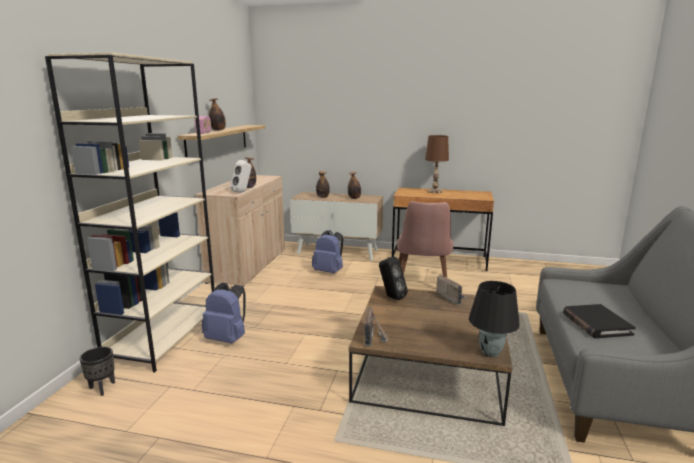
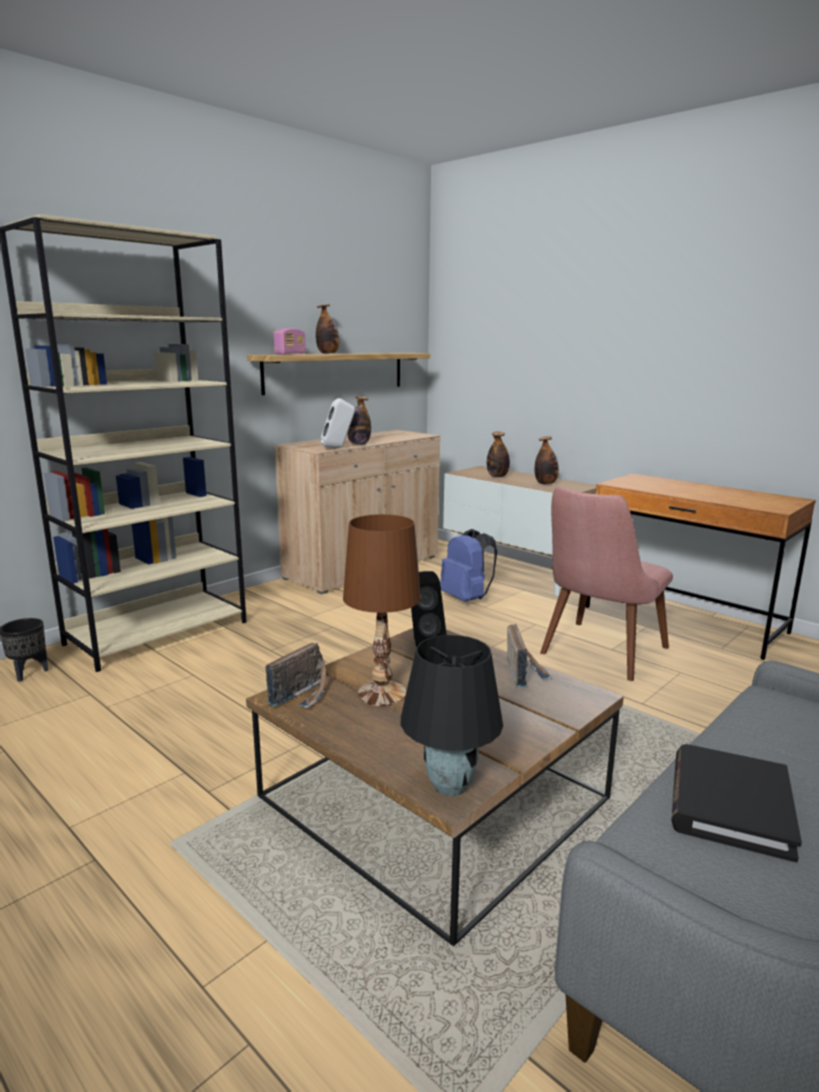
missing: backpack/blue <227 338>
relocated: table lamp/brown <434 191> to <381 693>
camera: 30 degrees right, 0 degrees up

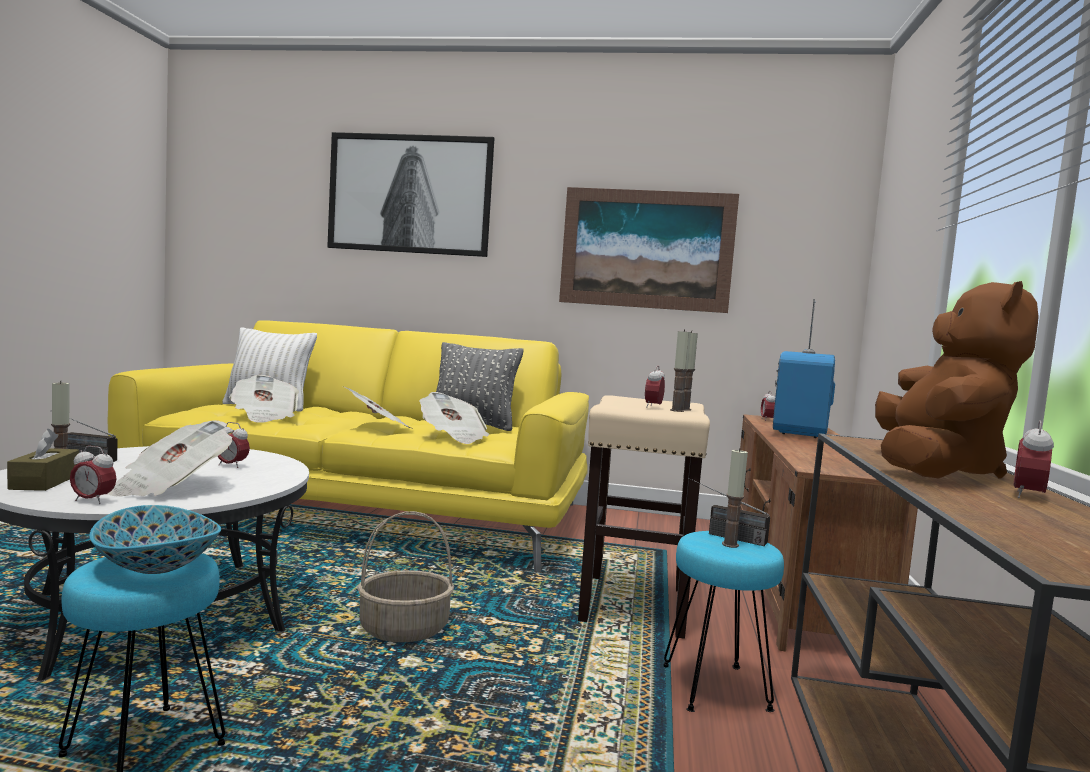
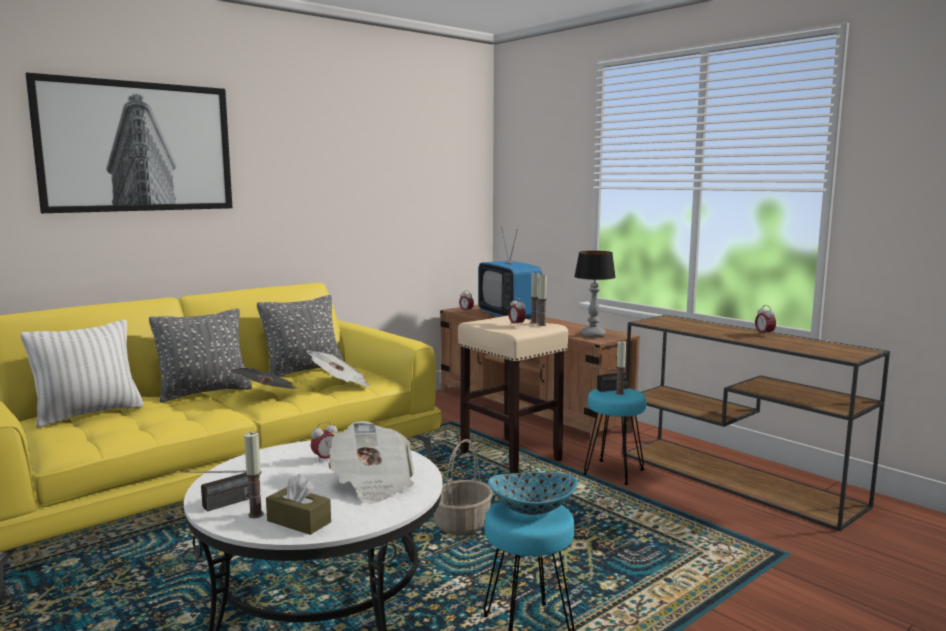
missing: picture <646 249>; plush toy/brown <935 469>; newspaper <264 417>; alarm clock <92 501>
appeared: table lamp <593 335>; pillow/grey <204 392>
camera: 50 degrees left, 5 degrees up

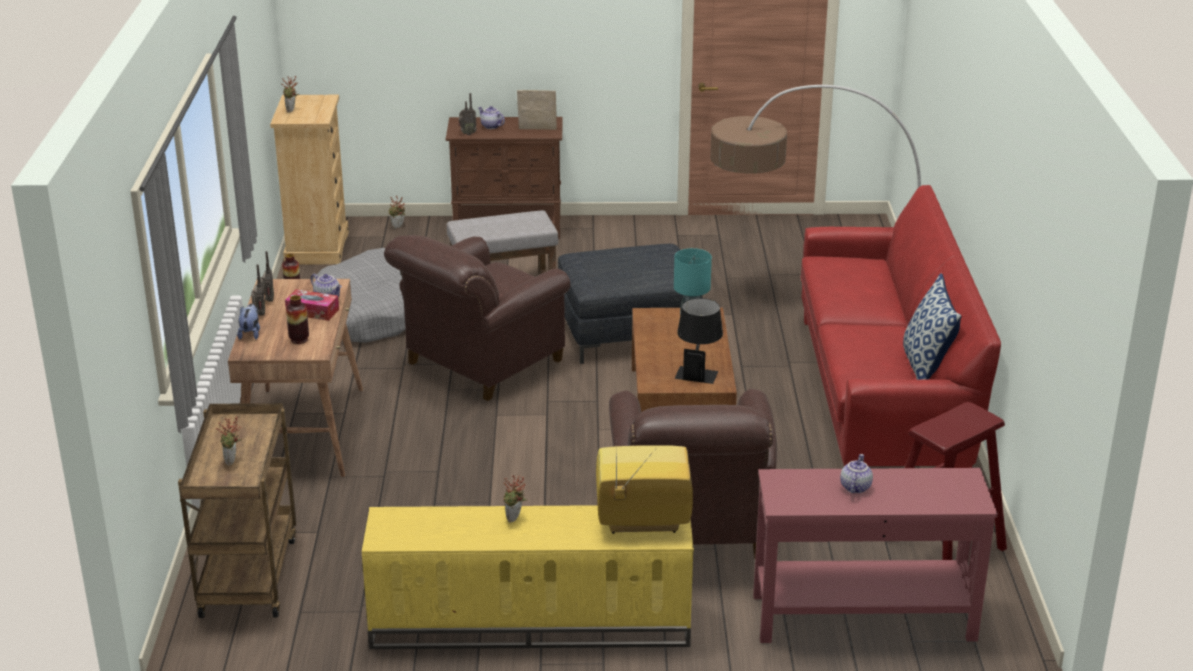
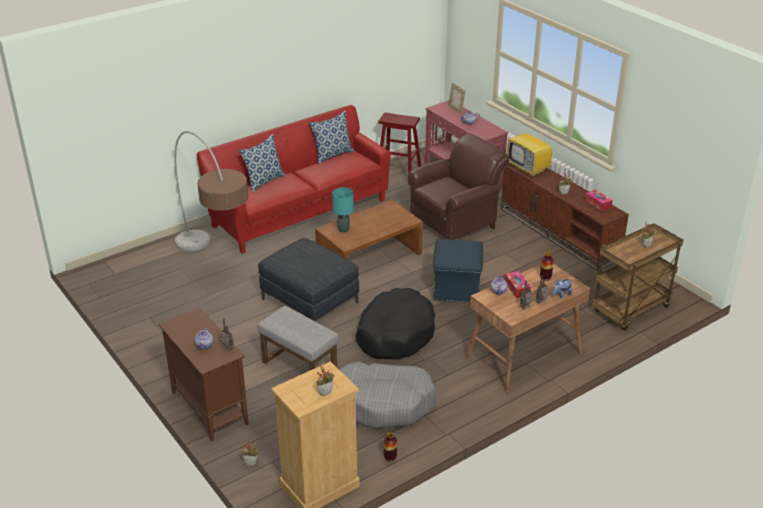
missing: table lamp/black <698 370>
appeared: pillow <264 181>; tissue box <598 203>; ottoman/blue <456 289>
relocated: picture frame <537 130> to <456 109>
exchanged: armchair/brown <479 364> to dog bed/black <395 333>
colour: tv stand/yellow <528 625> to tv stand/brown <559 233>
camera: 125 degrees left, 5 degrees up

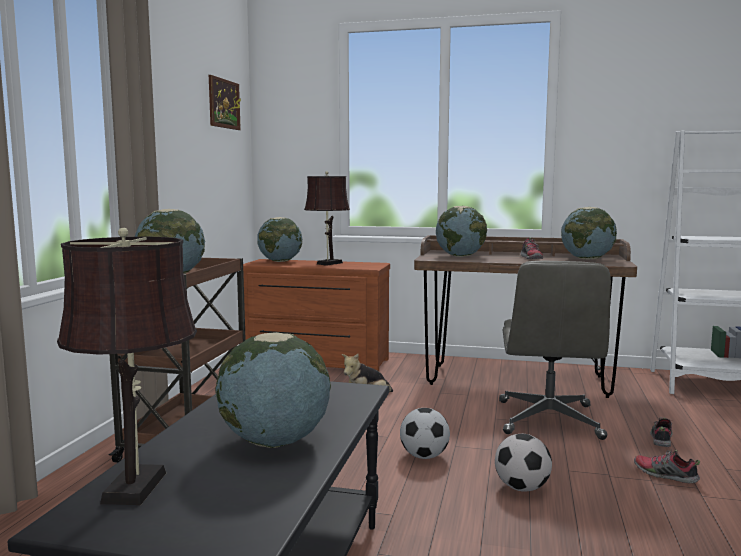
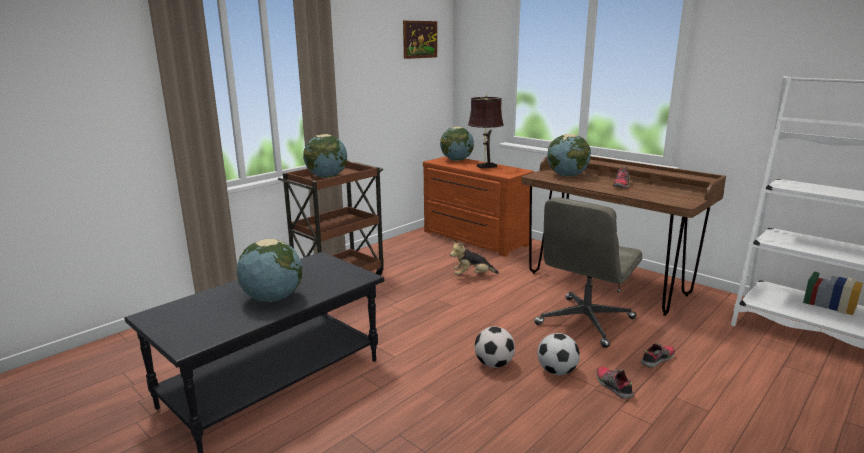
missing: globe <587 259>; table lamp/brown <138 484>
relocated: football <424 456> to <557 371>
camera: 30 degrees right, 10 degrees up

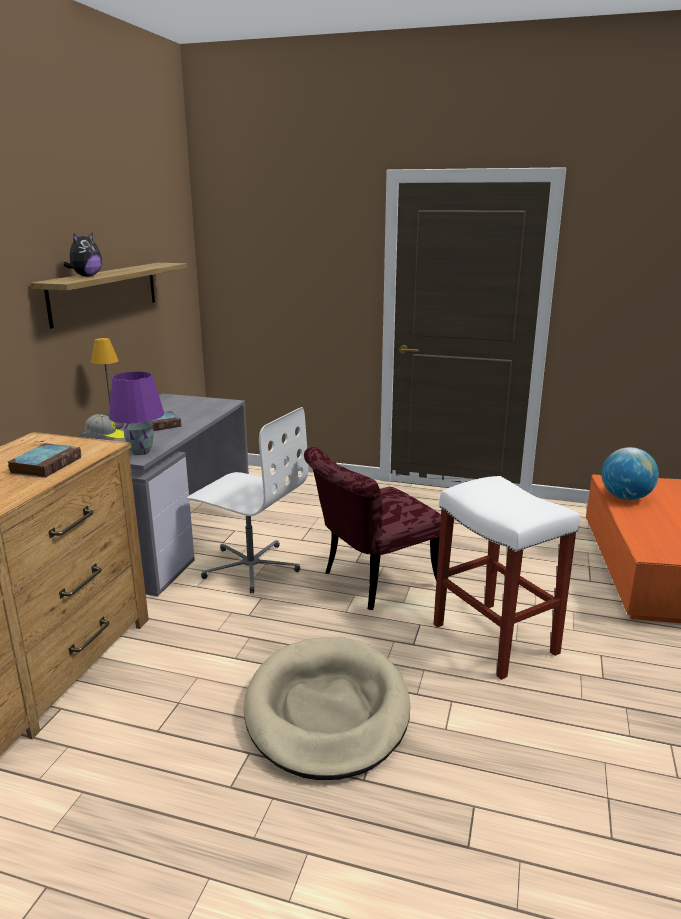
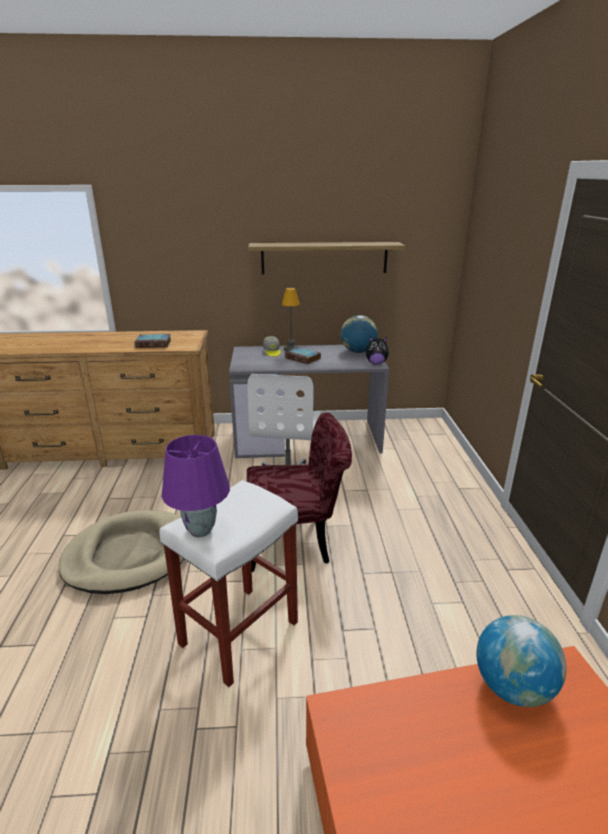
appeared: globe <358 351>
relocated: plush toy <86 276> to <376 363>; table lamp/purple <140 452> to <199 530>
spun: chair/red <371 582> = <297 540> 135 degrees clockwise
camera: 70 degrees right, 5 degrees up

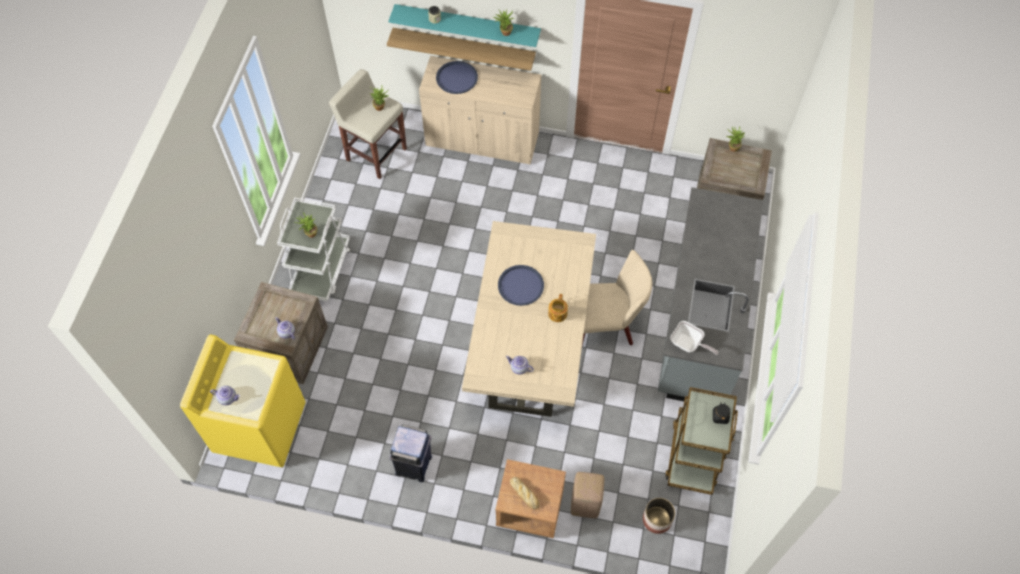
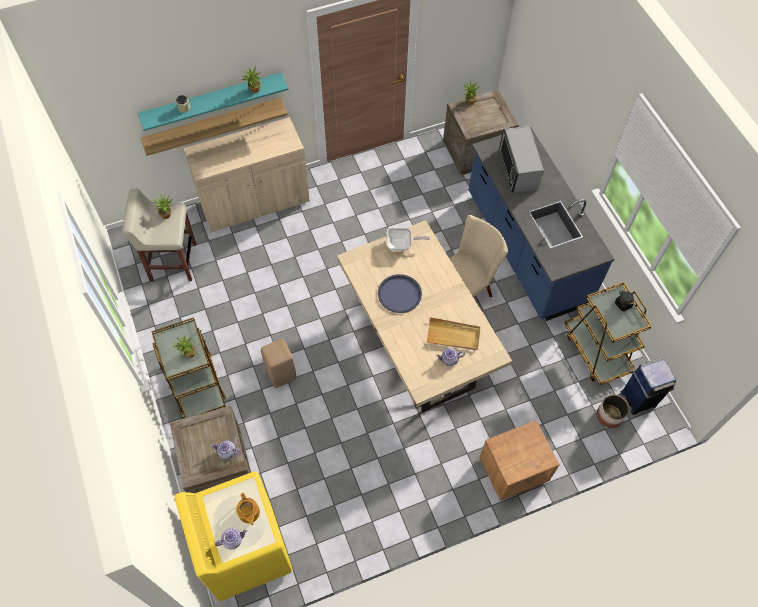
missing: tray/blue <456 78>; bread <525 494>
appeared: microwave <518 169>; tray/beige <453 335>
relocated: teapot <557 314> to <249 513>; frying pan <688 344> to <402 245>; trash can/blue <414 465> to <639 399>; stool/beige <585 505> to <282 374>
colour: counter/grey <699 320> to counter/blue <525 248>; cart/white <321 269> to cart/brown <197 385>
camera: 35 degrees left, 0 degrees up

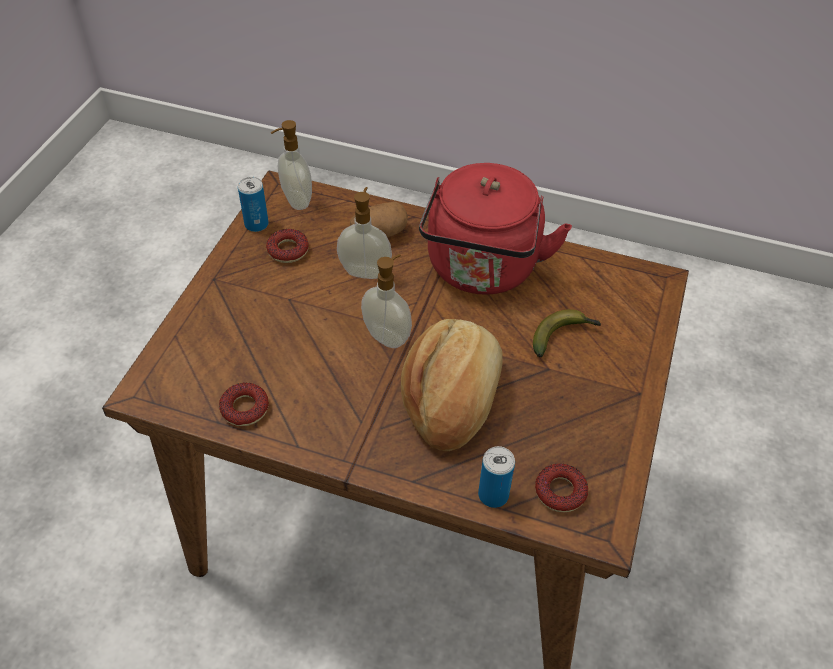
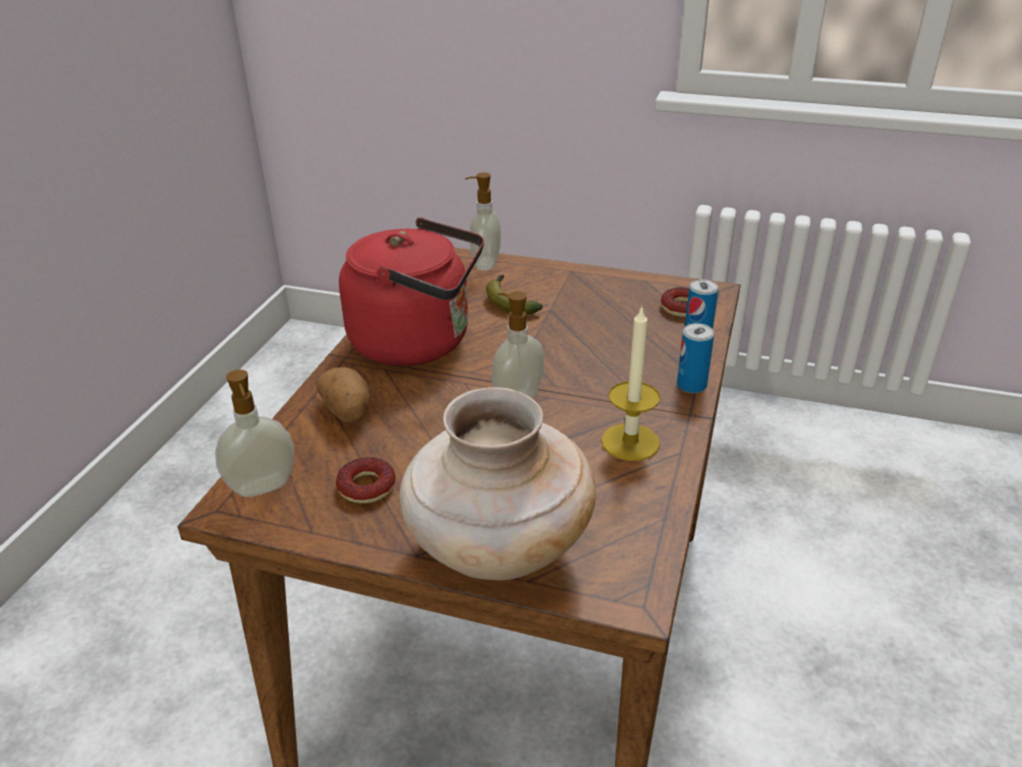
missing: bread <453 398>; donut <245 408>
appeared: candle <630 442>; vase/beige <497 549>
relocated: can <256 224> to <691 385>; soap dispenser <365 271> to <484 264>
camera: 90 degrees left, 15 degrees down

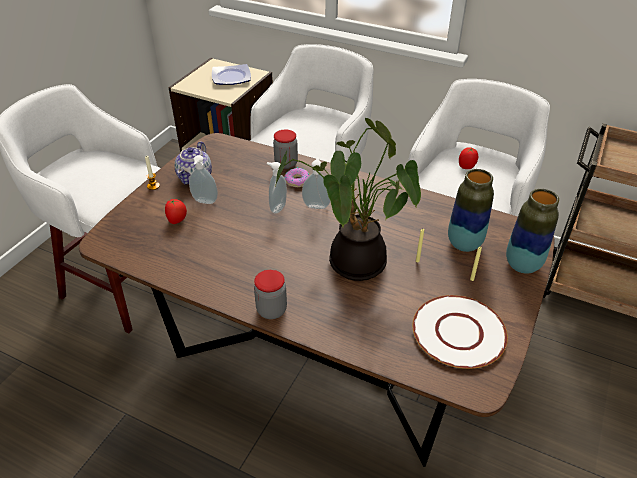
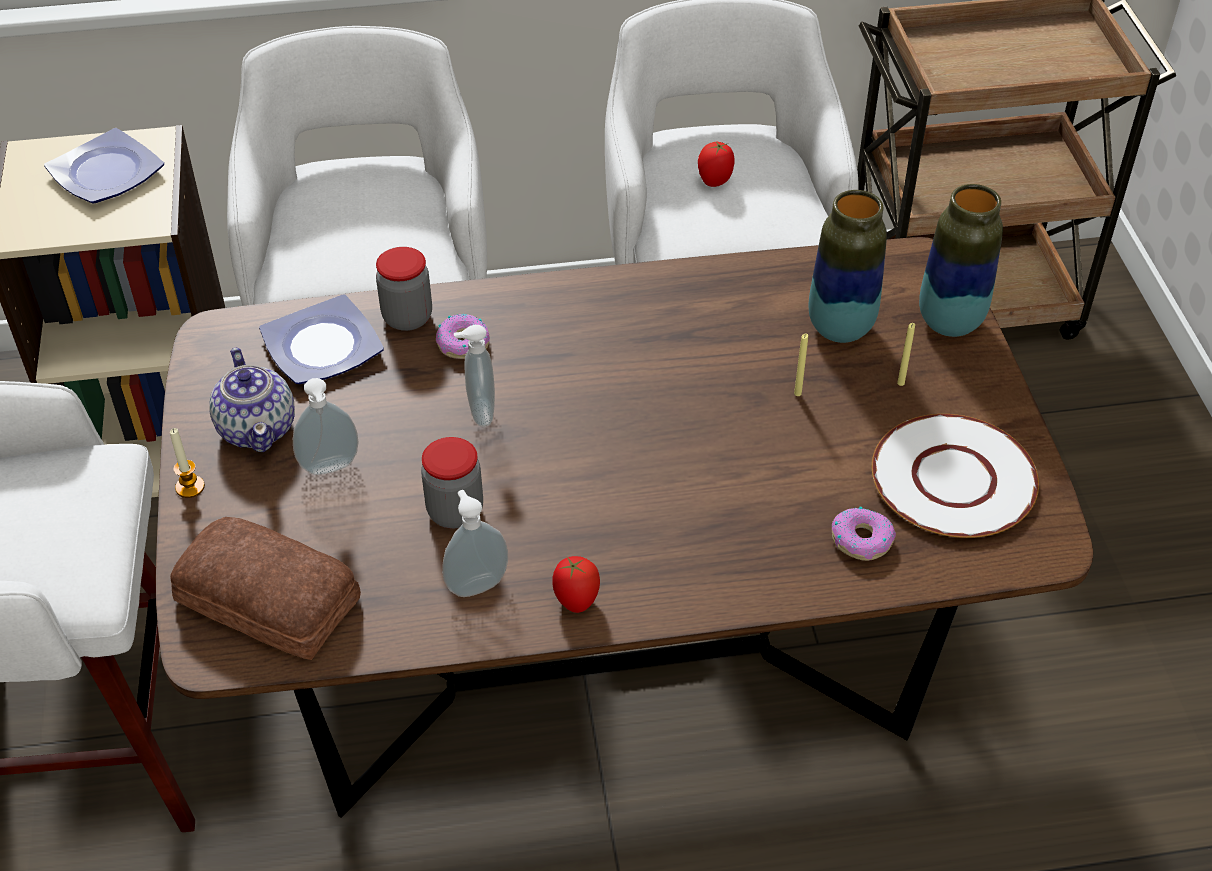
missing: potted plant <352 264>
appeared: plate <321 349>; donut <861 539>; bread <268 603>
relocated: soap dispenser <316 205> to <476 583>; tomato <177 221> to <576 600>; jar <271 310> to <455 512>
camera: 35 degrees left, 5 degrees up

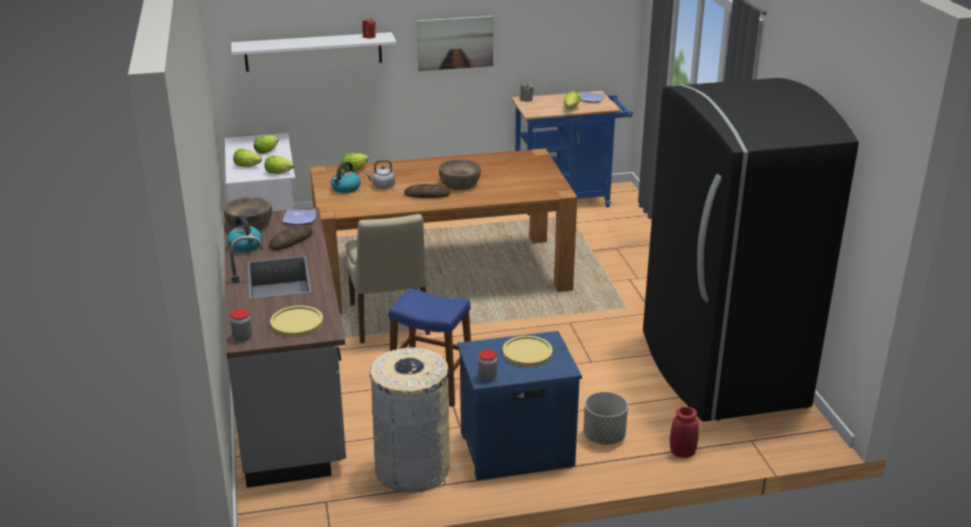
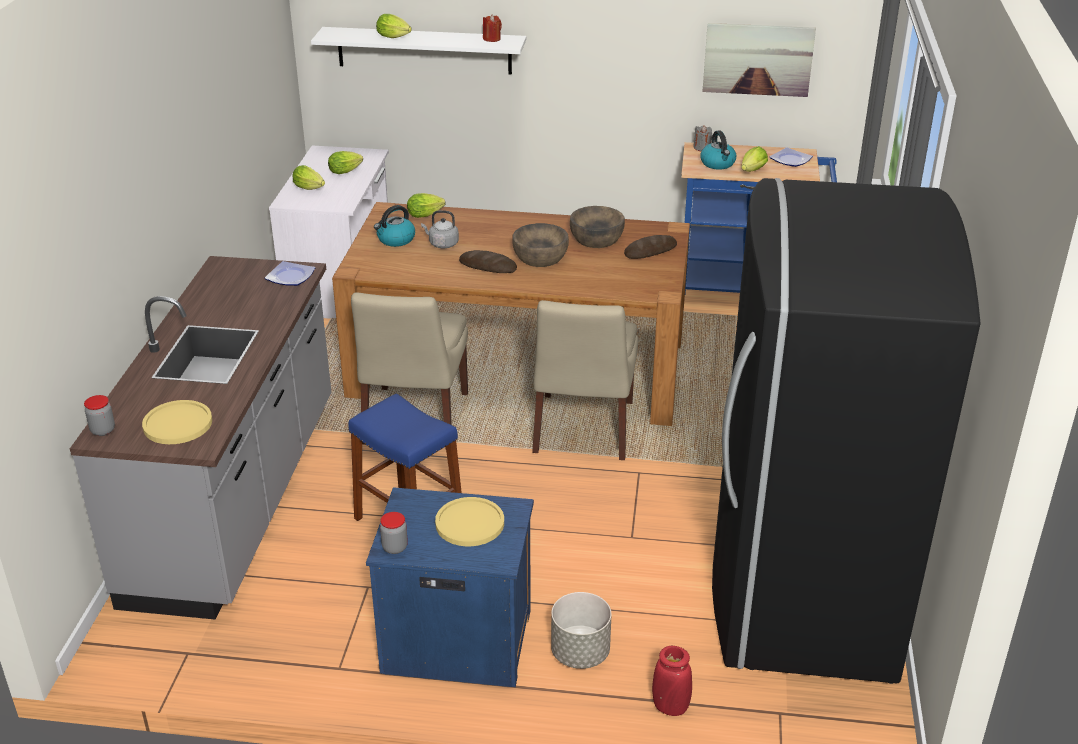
missing: trash can/beige <413 468>
appeared: chair/beige <583 430>
relocated: picture <455 43> to <758 59>; lettuce <280 173> to <395 37>; bowl/brown <249 224> to <596 239>; kettle <246 246> to <718 164>; bread <291 241> to <650 251>
camera: 20 degrees right, 5 degrees up

